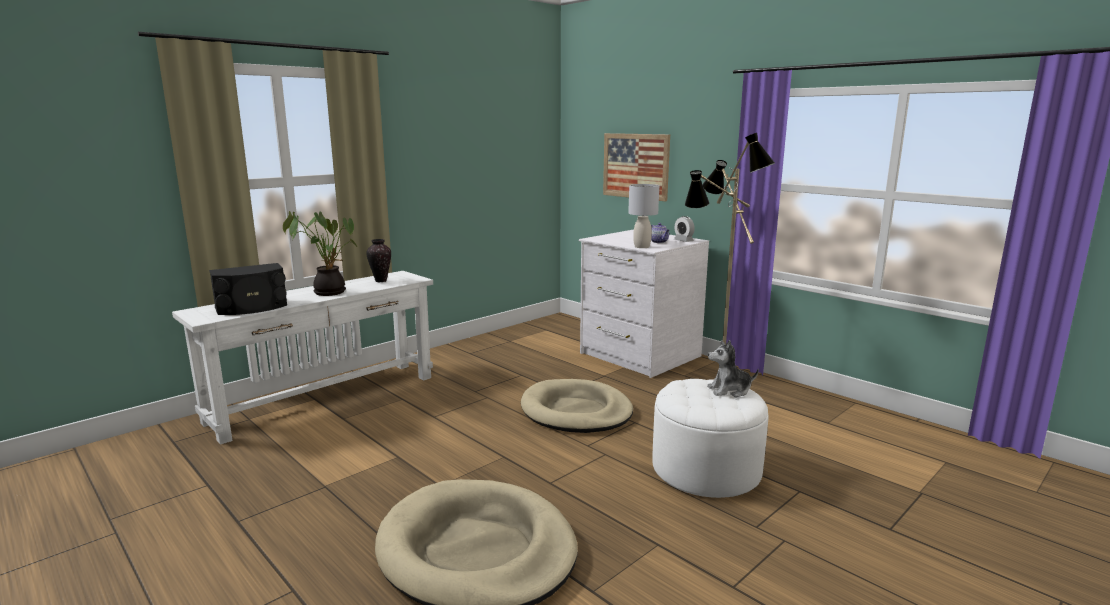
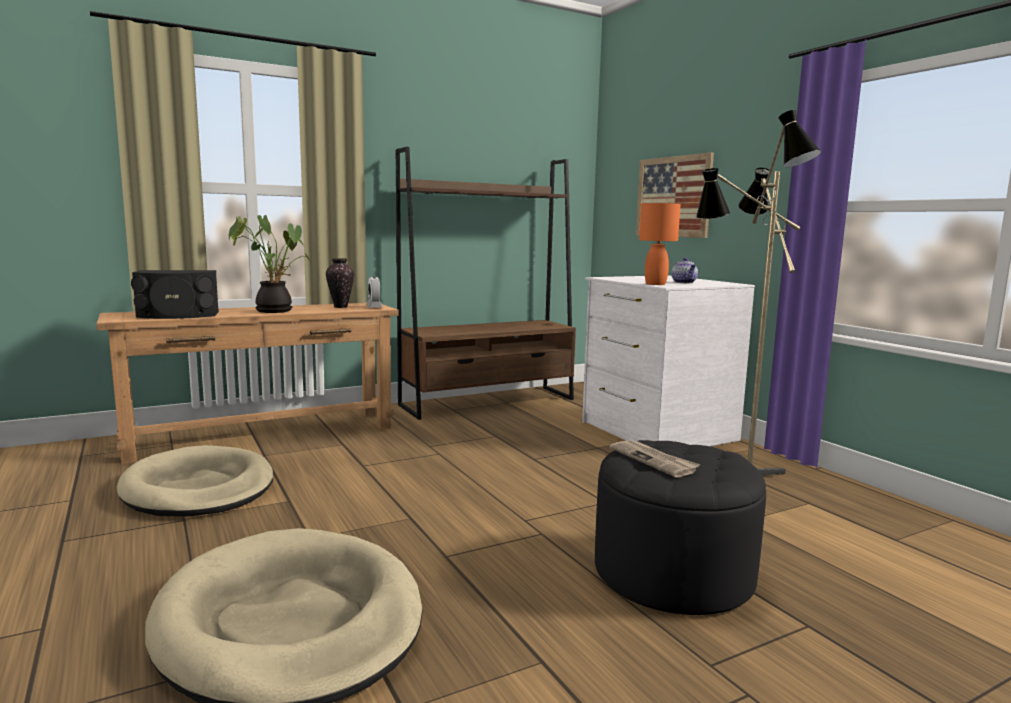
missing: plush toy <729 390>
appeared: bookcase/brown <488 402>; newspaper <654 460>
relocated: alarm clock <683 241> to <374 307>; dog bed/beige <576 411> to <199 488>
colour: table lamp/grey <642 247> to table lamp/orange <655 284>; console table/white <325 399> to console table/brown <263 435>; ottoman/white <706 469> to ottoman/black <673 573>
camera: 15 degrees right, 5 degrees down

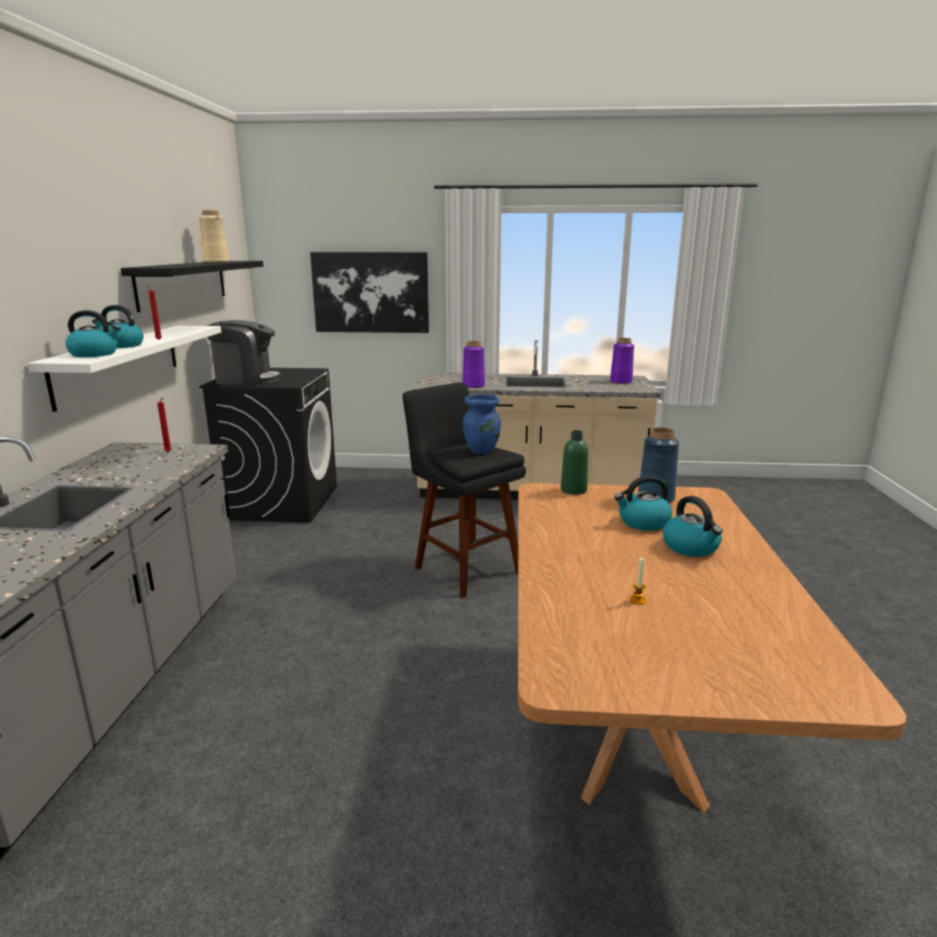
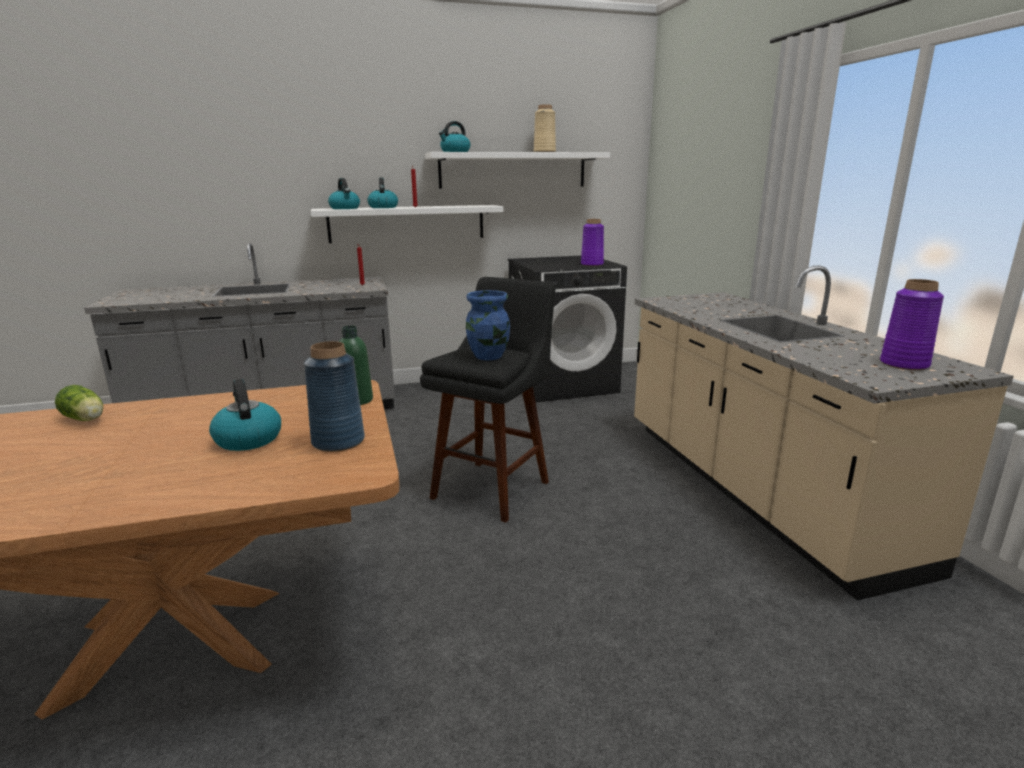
missing: picture <371 292>; coffee machine <246 379>; candle <637 600>
appeared: lettuce <86 419>
relocated: vase/purple <473 386> to <592 264>; kettle <691 547> to <455 152>
colour: shelf/black <183 283> to shelf/white <513 170>
camera: 70 degrees right, 0 degrees up

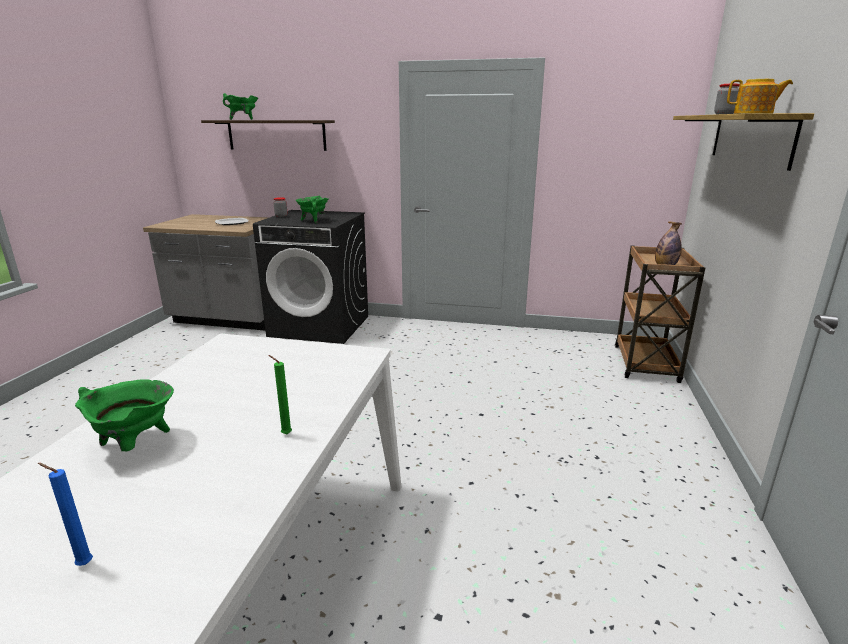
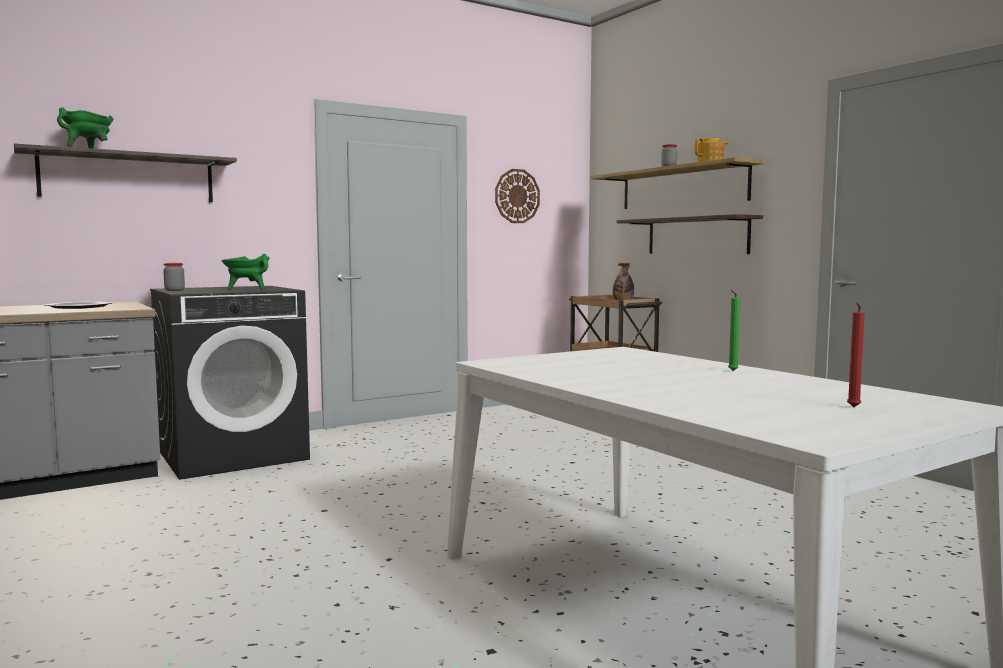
missing: cooking pot/green <136 445>
appeared: wall clock <517 196>; shelf <697 236>
colour: candle/blue <82 564> to candle/red <852 407>
camera: 45 degrees left, 15 degrees down

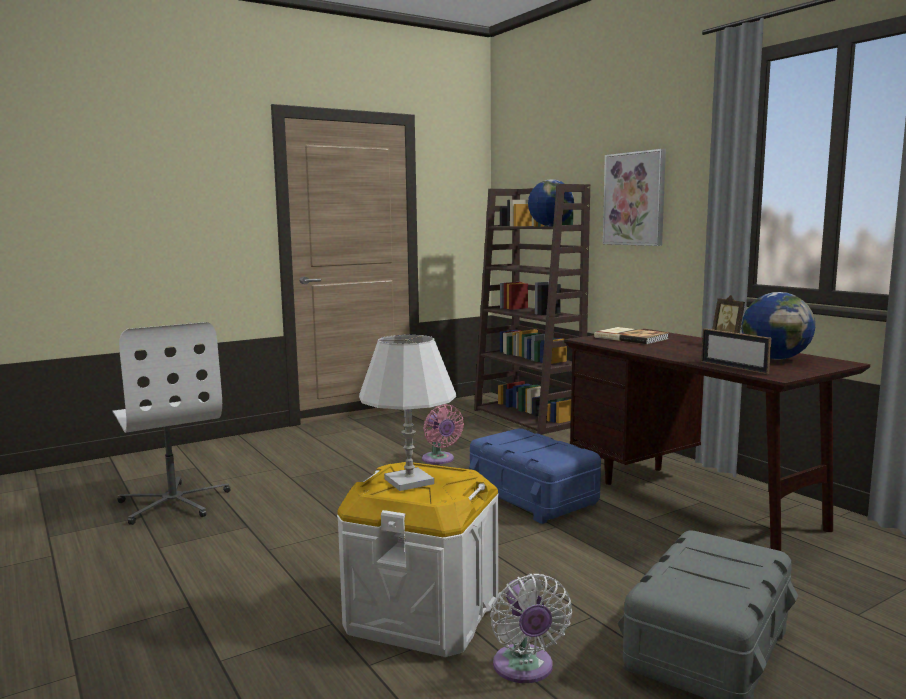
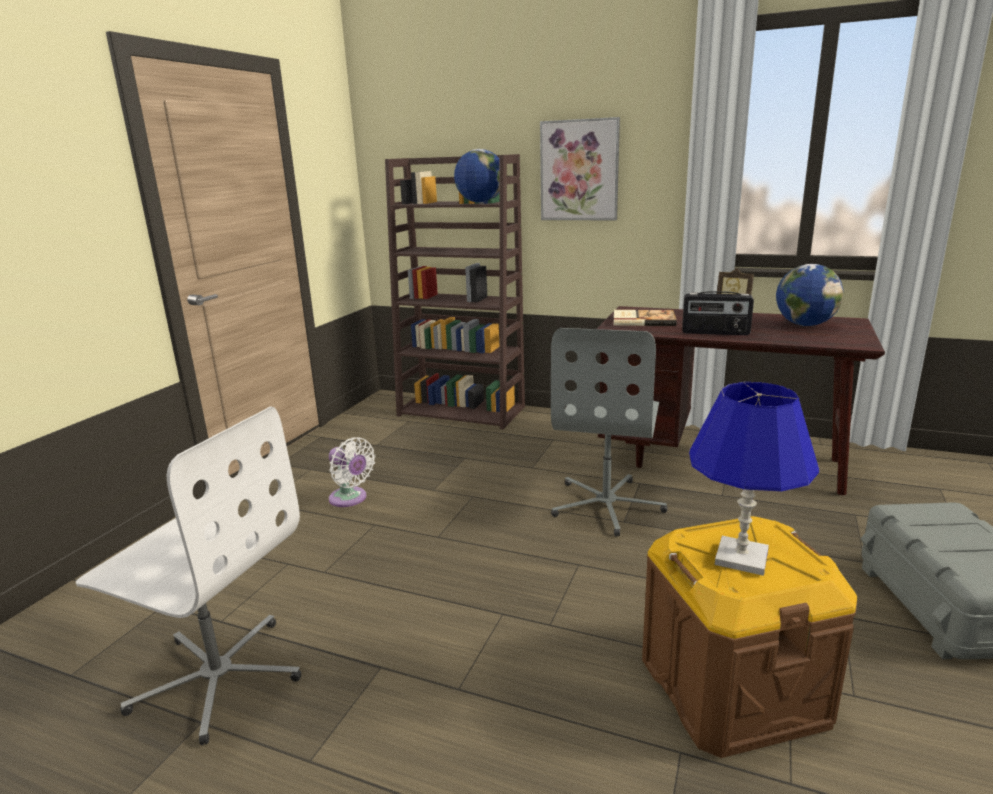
missing: picture frame <733 367>; fan/pink <439 460>
appeared: radio <715 333>
relocated: fan/white <524 669> to <350 499>
exchanged: storage box/blue <532 498> to office chair/grey <607 505>
colour: table lamp/white <409 481> to table lamp/blue <741 557>; storage box/white <422 614> to storage box/brown <733 688>
camera: 35 degrees left, 10 degrees up

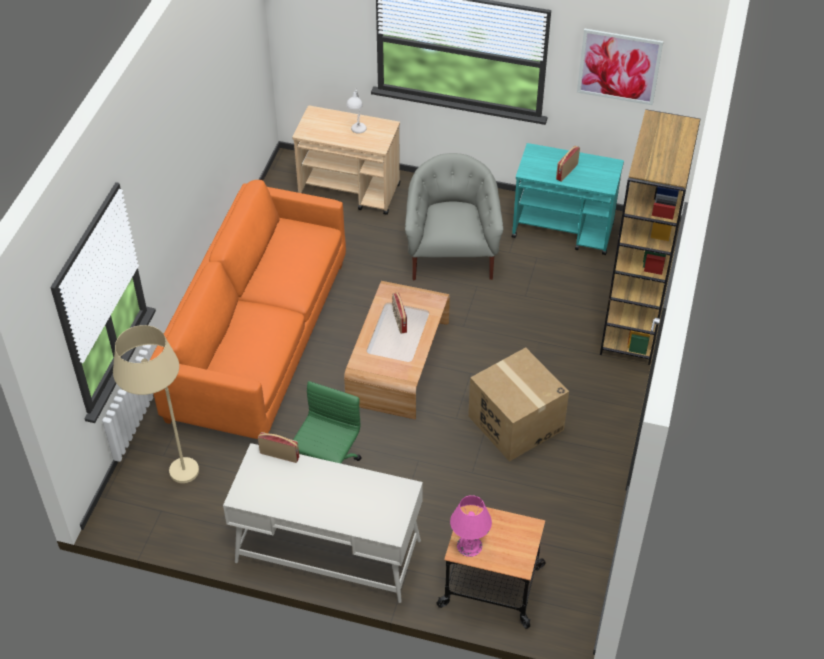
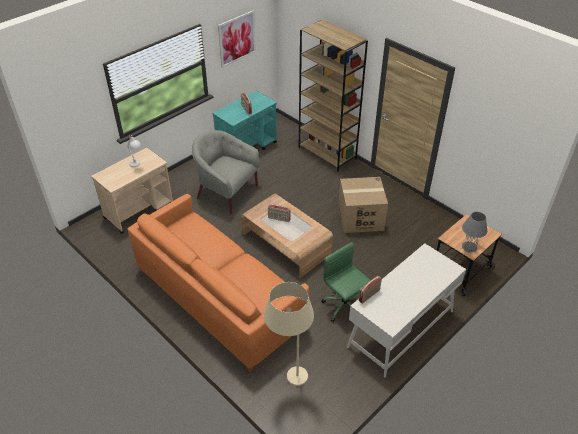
colour: table lamp/pink <469 545> to table lamp/grey <469 247>
camera: 60 degrees left, 5 degrees down

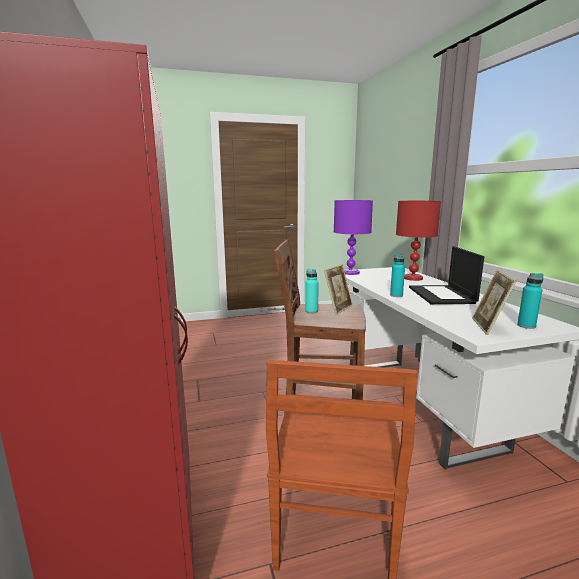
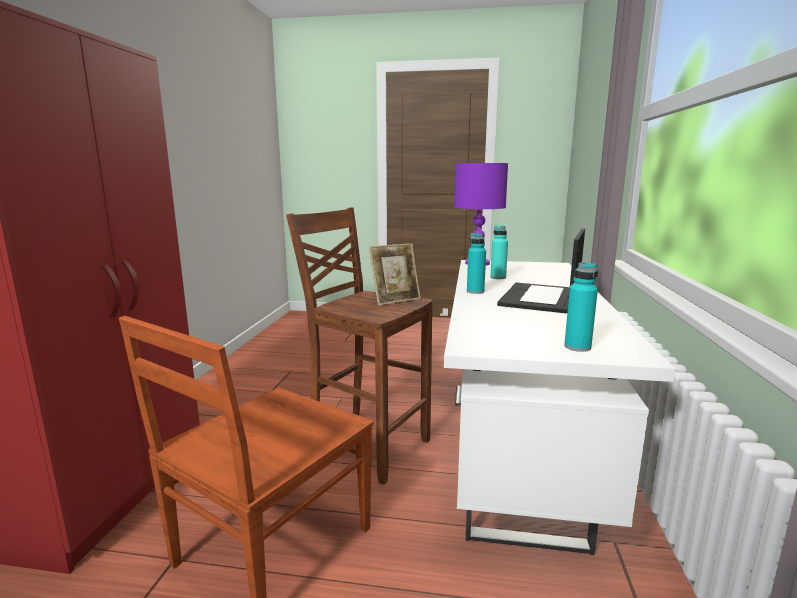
missing: table lamp/red <412 278>; picture frame <488 327>
relocated: bottle/turquoise <311 311> to <498 277>
camera: 25 degrees right, 0 degrees up

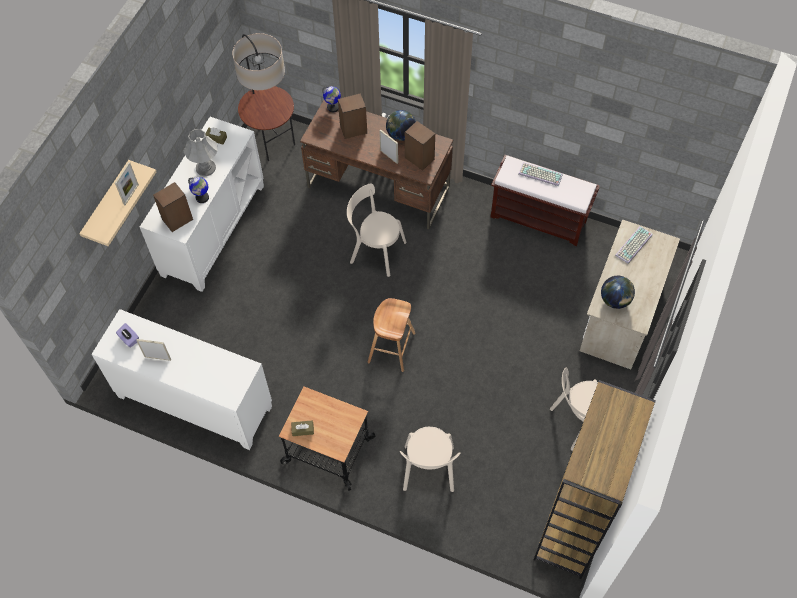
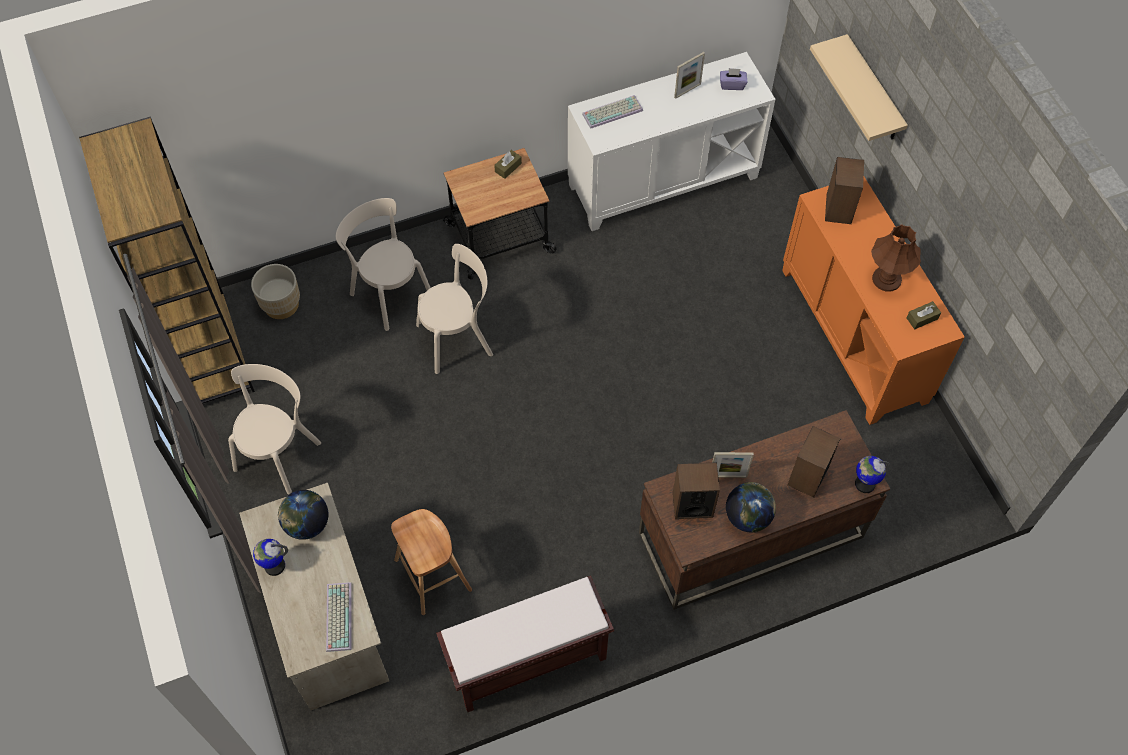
missing: floor lamp <272 142>; picture frame <131 194>
appeared: planter/beige <281 304>
relocated: keyboard <539 174> to <612 111>; globe <202 198> to <274 565>; chair/beige <375 251> to <458 338>; stool/brown <391 348> to <432 574>
colour: cabinet/white <213 229> to cabinet/orange <854 335>; table lamp/grey <206 168> to table lamp/brown <886 279>
camera: 135 degrees right, 0 degrees up

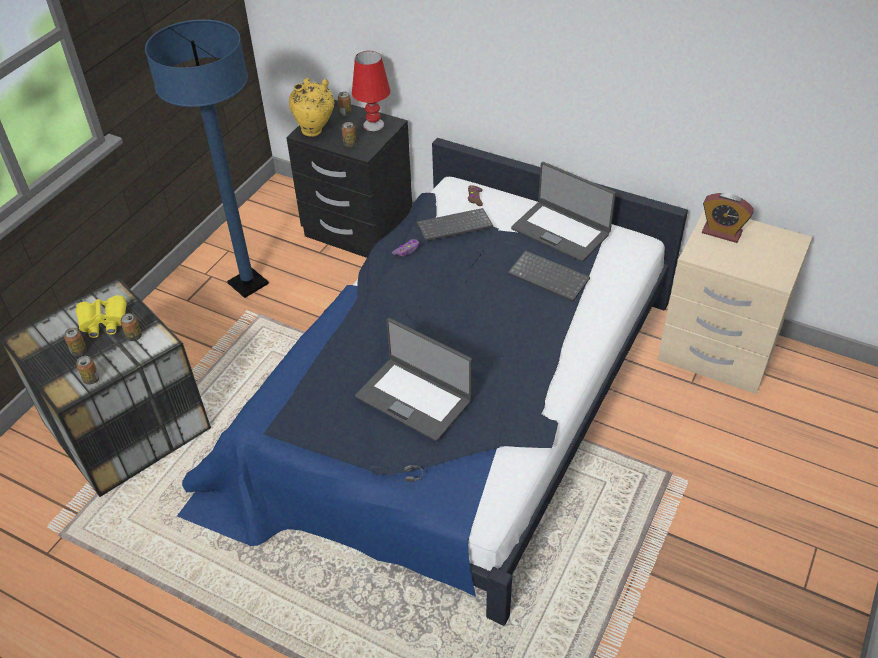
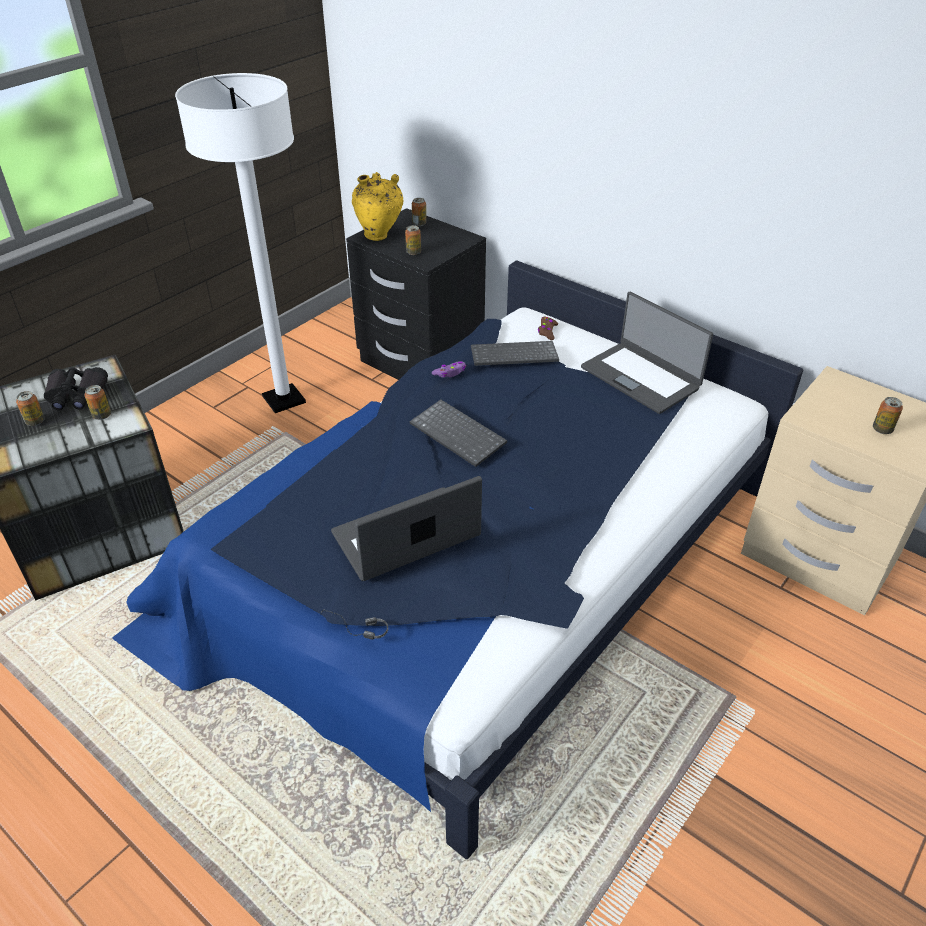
missing: table lamp/red <373 125>; alarm clock <721 232>
relocated: keyboard <550 277> to <459 434>; can <91 379> to <882 429>
colour: floor lamp/blue <248 284> to floor lamp/white <284 400>; binoculars/yellow <103 322> to binoculars/black <76 395>
spun: laptop <414 398> = <407 536> 105 degrees clockwise
camera: 10 degrees right, 5 degrees down

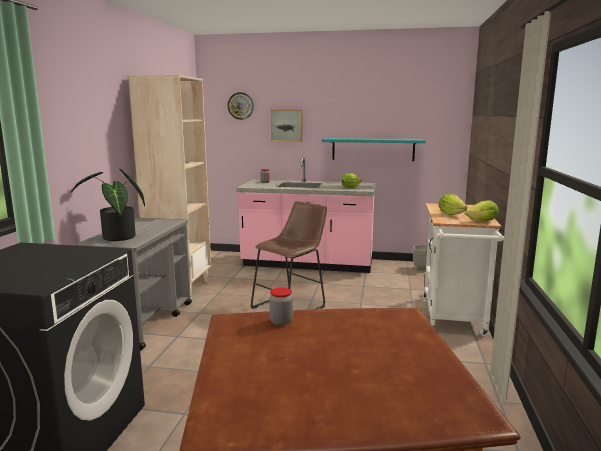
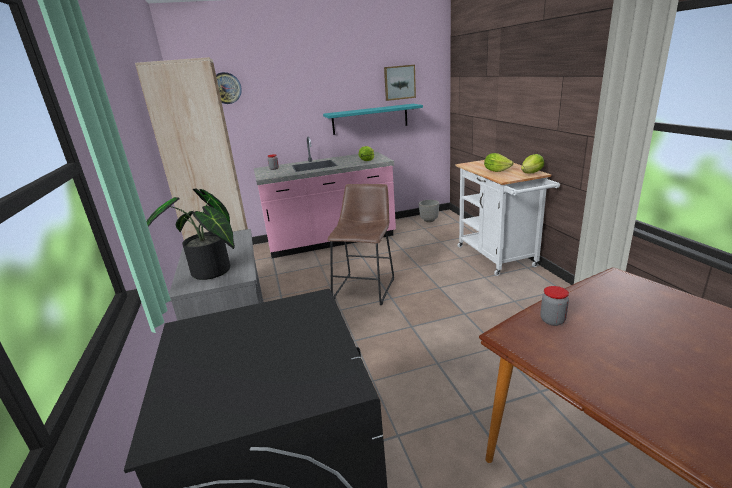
relocated: picture <286 125> to <399 82>
camera: 25 degrees left, 10 degrees up

